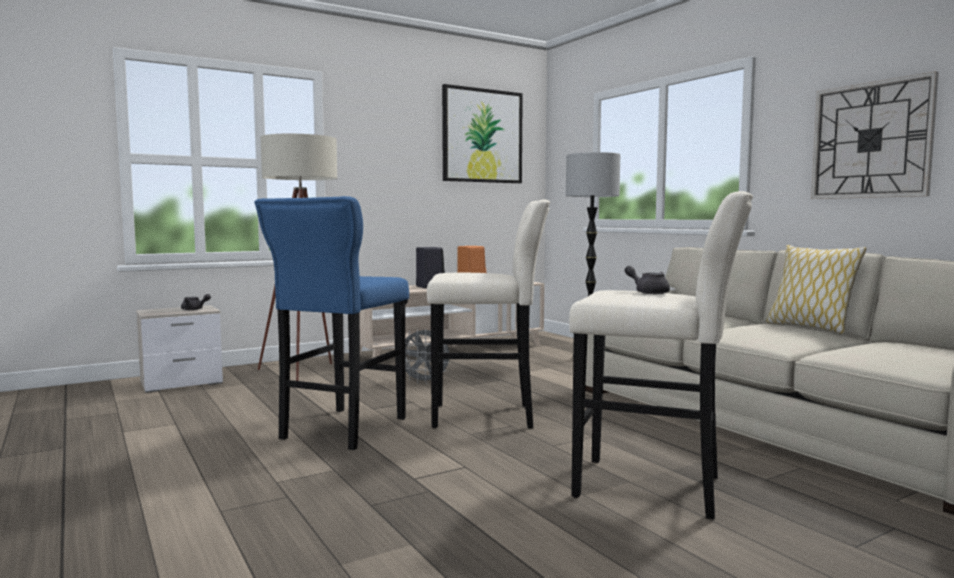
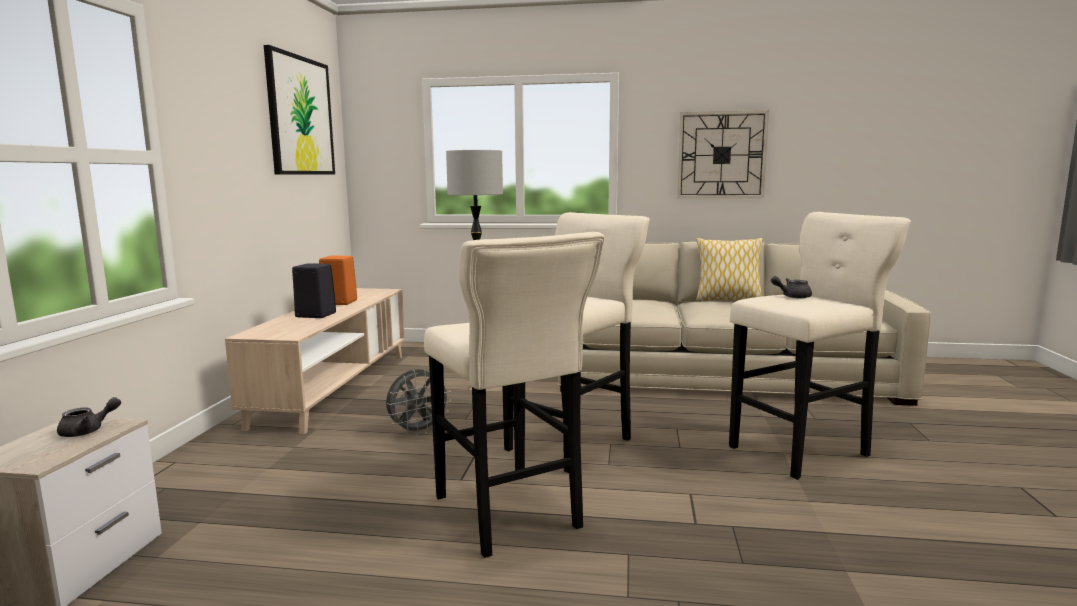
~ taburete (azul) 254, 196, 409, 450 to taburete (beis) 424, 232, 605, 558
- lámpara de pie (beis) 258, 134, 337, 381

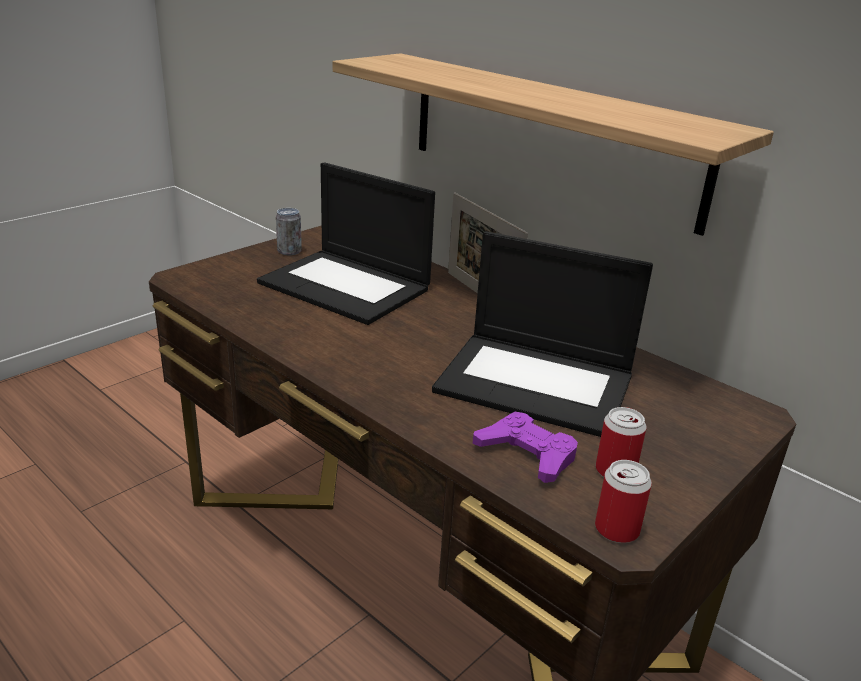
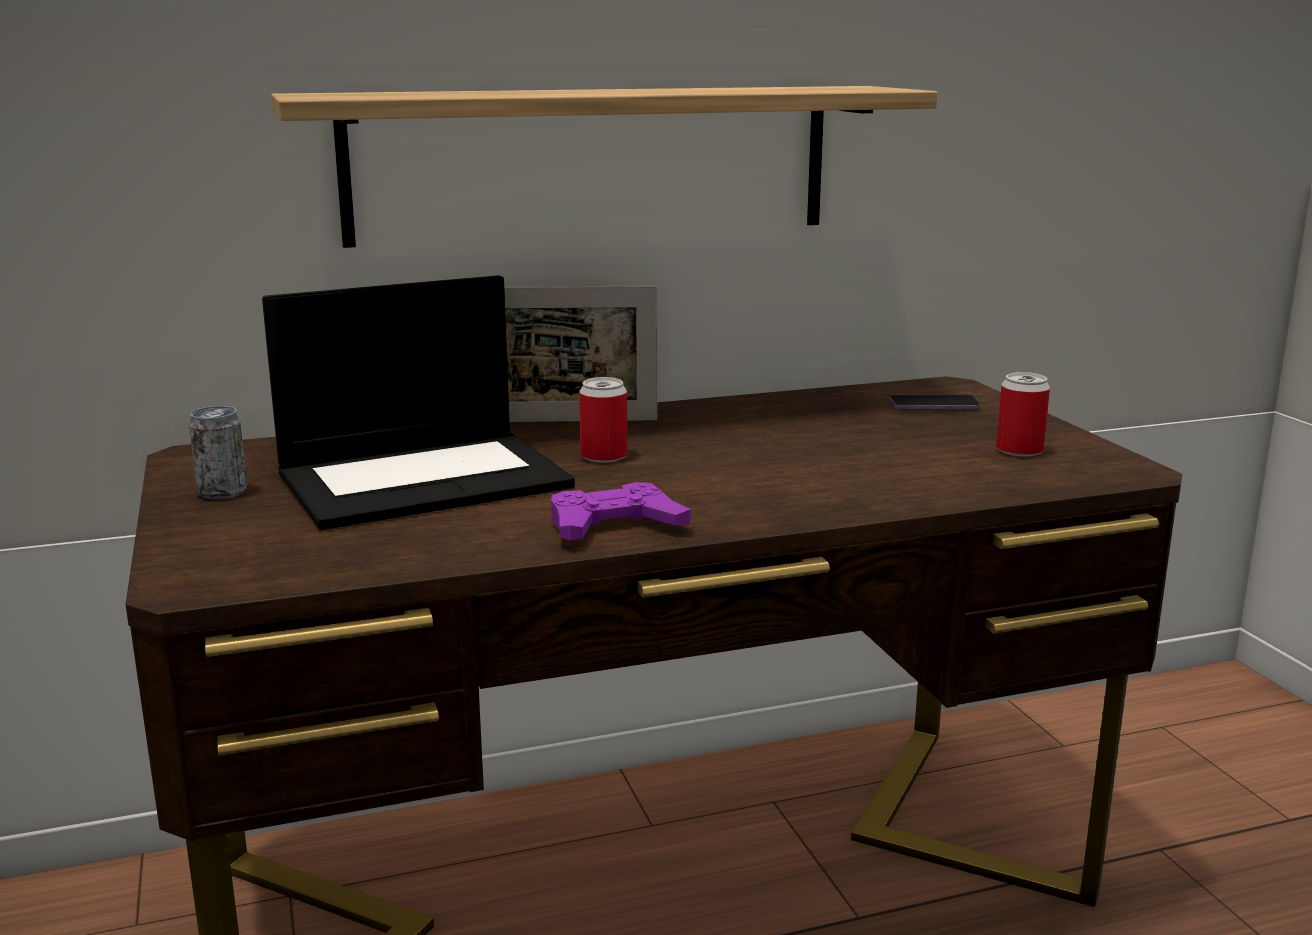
~ mando de consola (morado) 472, 412, 578, 483 to 551, 482, 691, 541
~ lata 595, 460, 652, 543 to 579, 377, 627, 463
+ móvil 889, 394, 981, 410
- portátil 432, 231, 653, 437

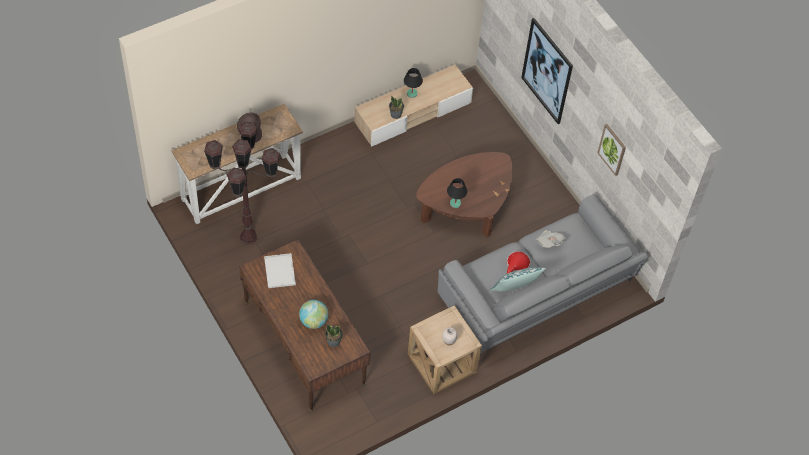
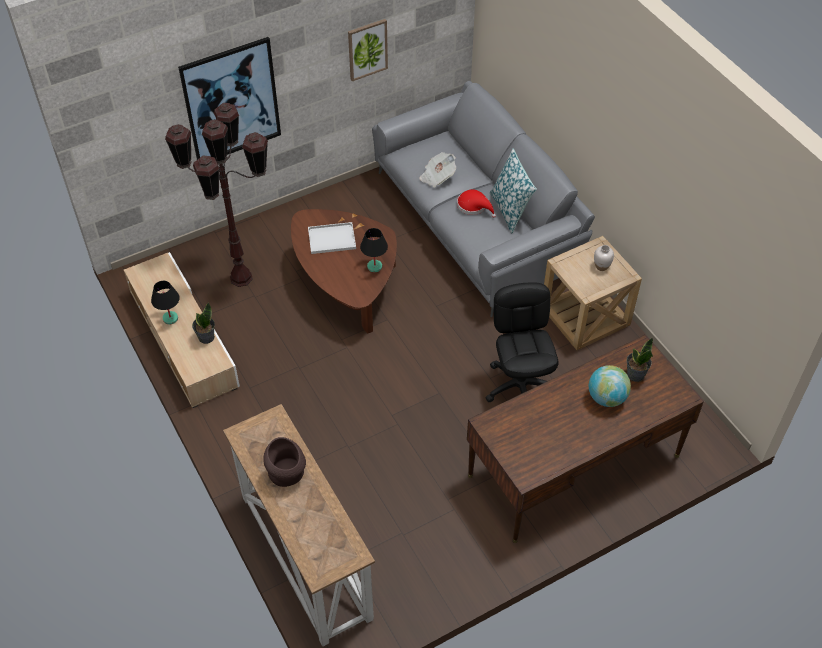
~ lámpara de pie (marrón) 204, 122, 280, 245 to 165, 103, 268, 287
~ bandeja (blanco) 264, 253, 296, 288 to 308, 222, 356, 254
+ silla de oficina (negro) 486, 282, 559, 402

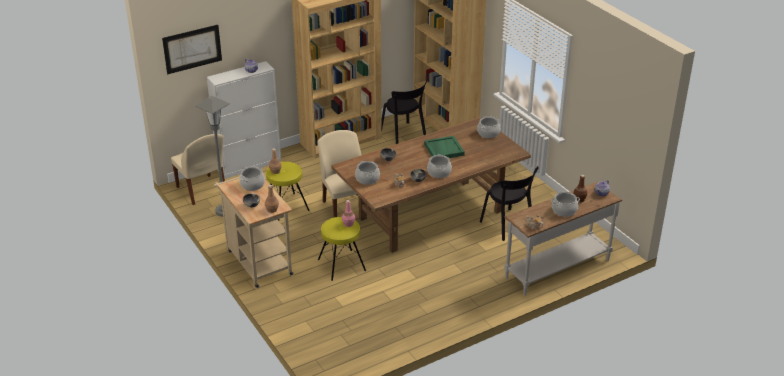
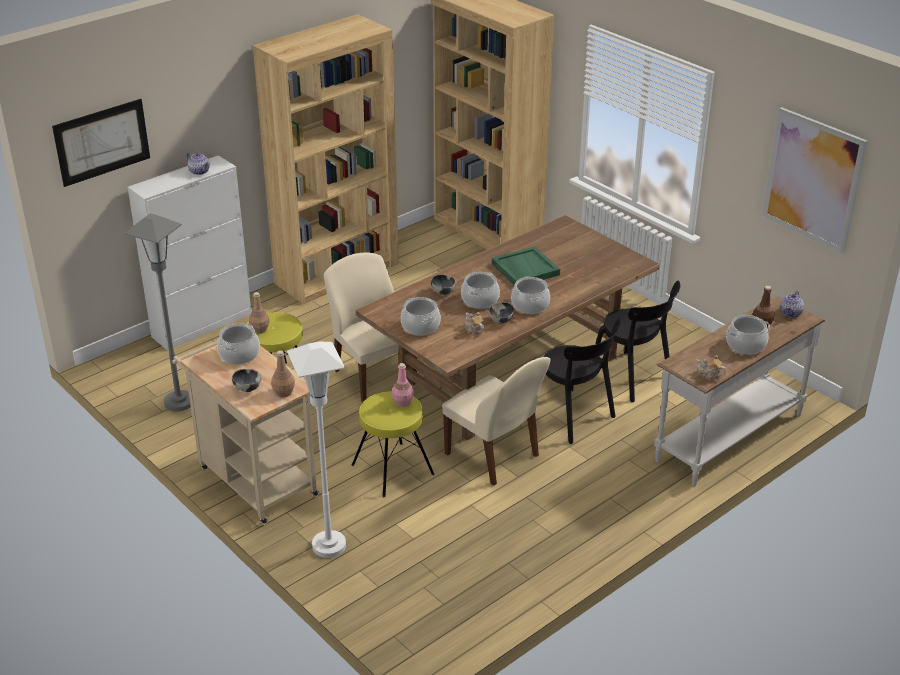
+ lámpara de pie (blanco) 287, 342, 346, 558
~ silla (beis) 171, 134, 225, 205 to 442, 357, 551, 486
~ olla 477, 116, 500, 138 to 461, 272, 500, 309
~ silla (negro) 382, 81, 427, 144 to 544, 318, 621, 444
+ cuadro 762, 107, 867, 253

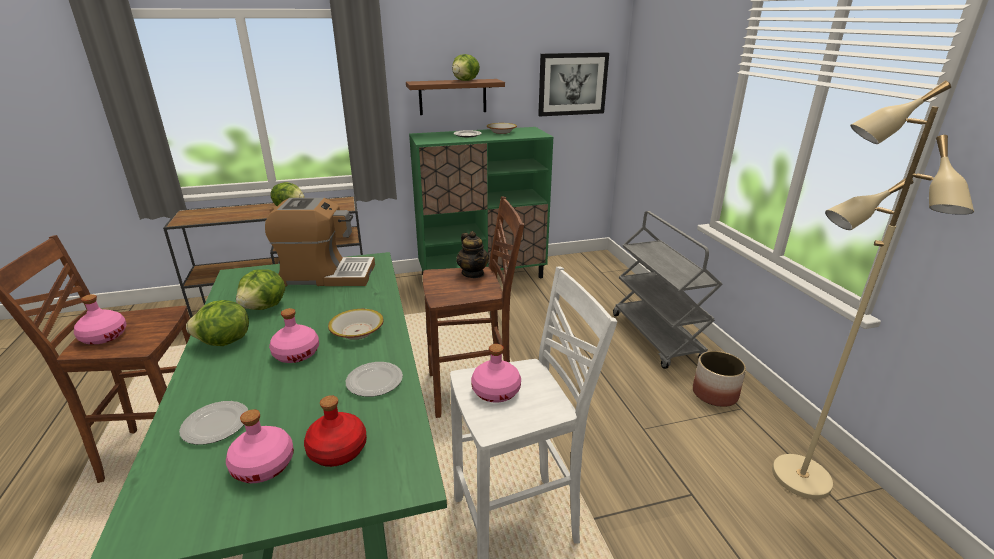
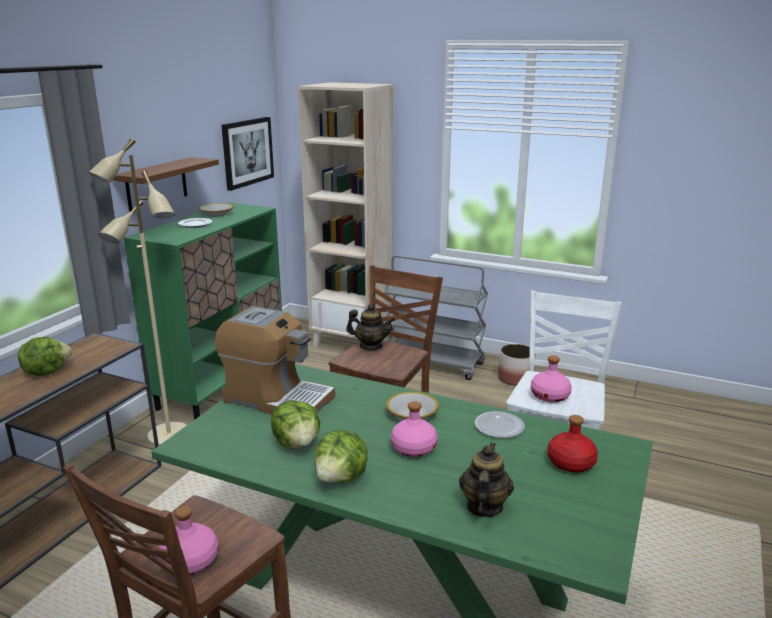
~ lámpara de pie (beis) 772, 80, 974, 499 to 89, 138, 187, 447
~ cafetera 265, 198, 375, 286 = 215, 306, 335, 415 75 degrees clockwise
+ estantería (beis) 298, 82, 393, 348
~ plato 179, 401, 248, 445 to tetera 459, 442, 514, 517
- botella (rosa) 226, 410, 294, 483
- lechuga 452, 54, 480, 81

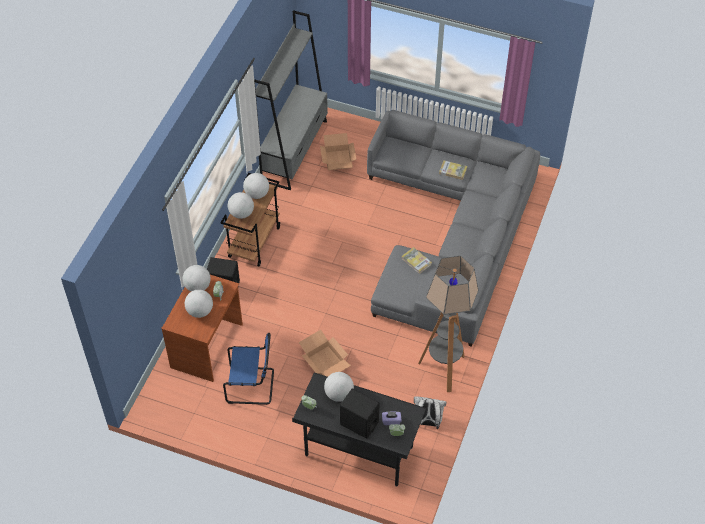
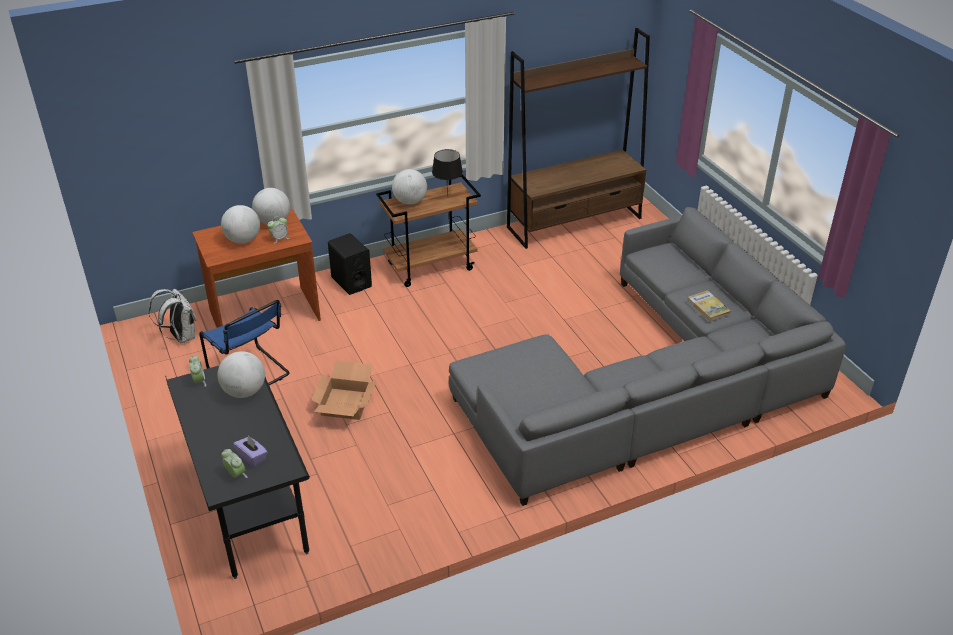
~ mochila (blanco) 414, 396, 447, 429 to 149, 289, 196, 343
~ globo terráqueo 243, 173, 269, 199 to lámpara de mesa (negro) 432, 149, 463, 189
~ estantería (gris) 254, 10, 328, 190 to estantería (marrón) 507, 28, 650, 249
- caja de cartón 320, 133, 356, 170
- altavoz (negro) 339, 389, 380, 439
- libro 401, 247, 432, 274
- lámpara de pie 418, 256, 479, 392

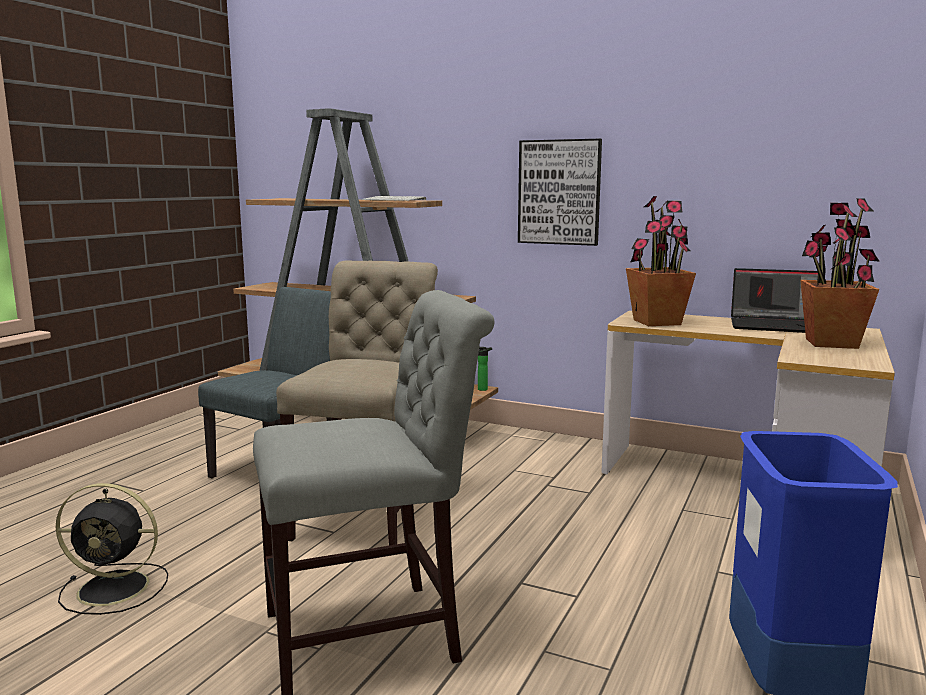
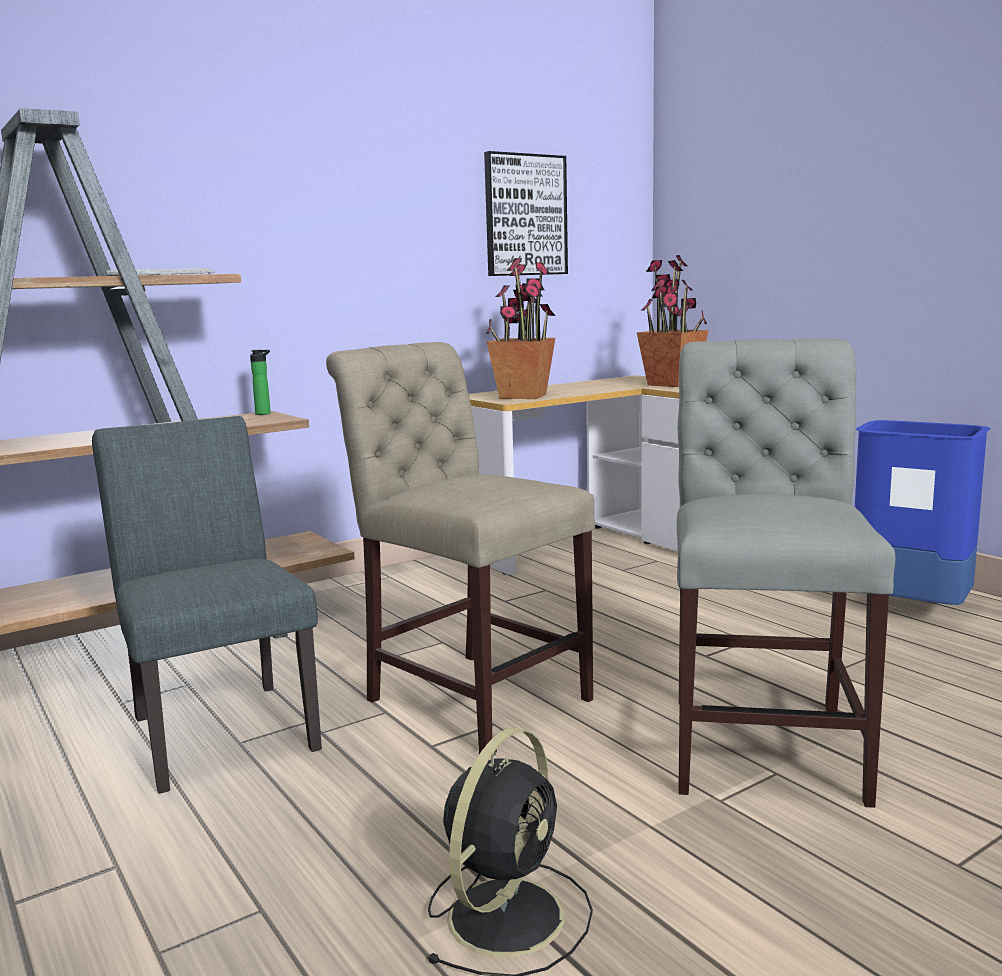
~ botella 478, 347, 492, 391 to 250, 350, 271, 415
~ cuadro 518, 139, 602, 246 to 484, 151, 568, 276
- portátil 731, 268, 818, 333

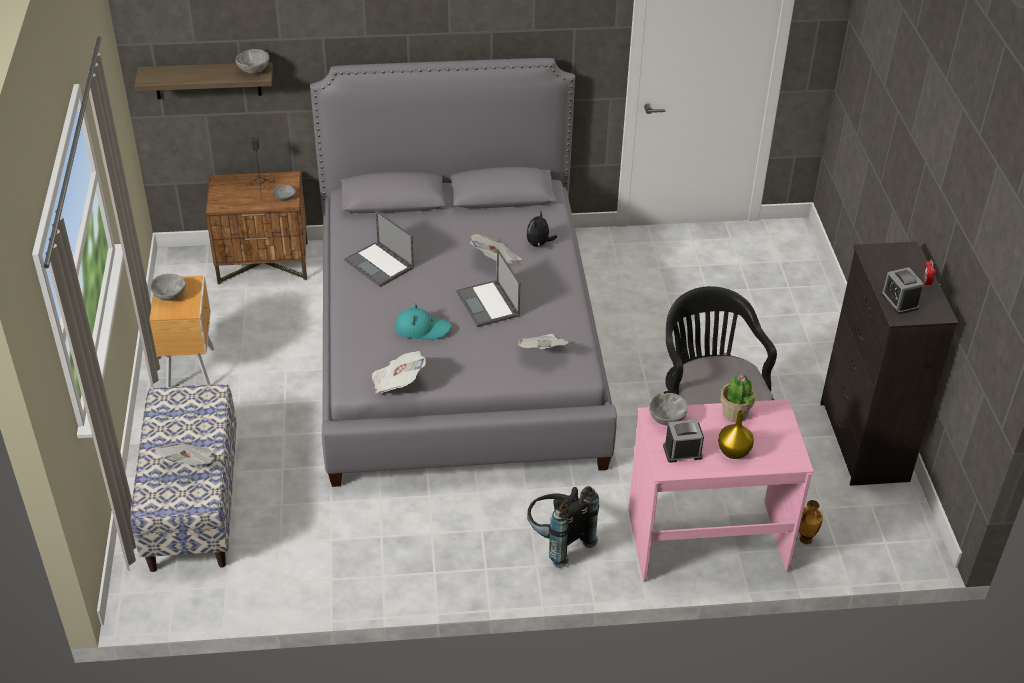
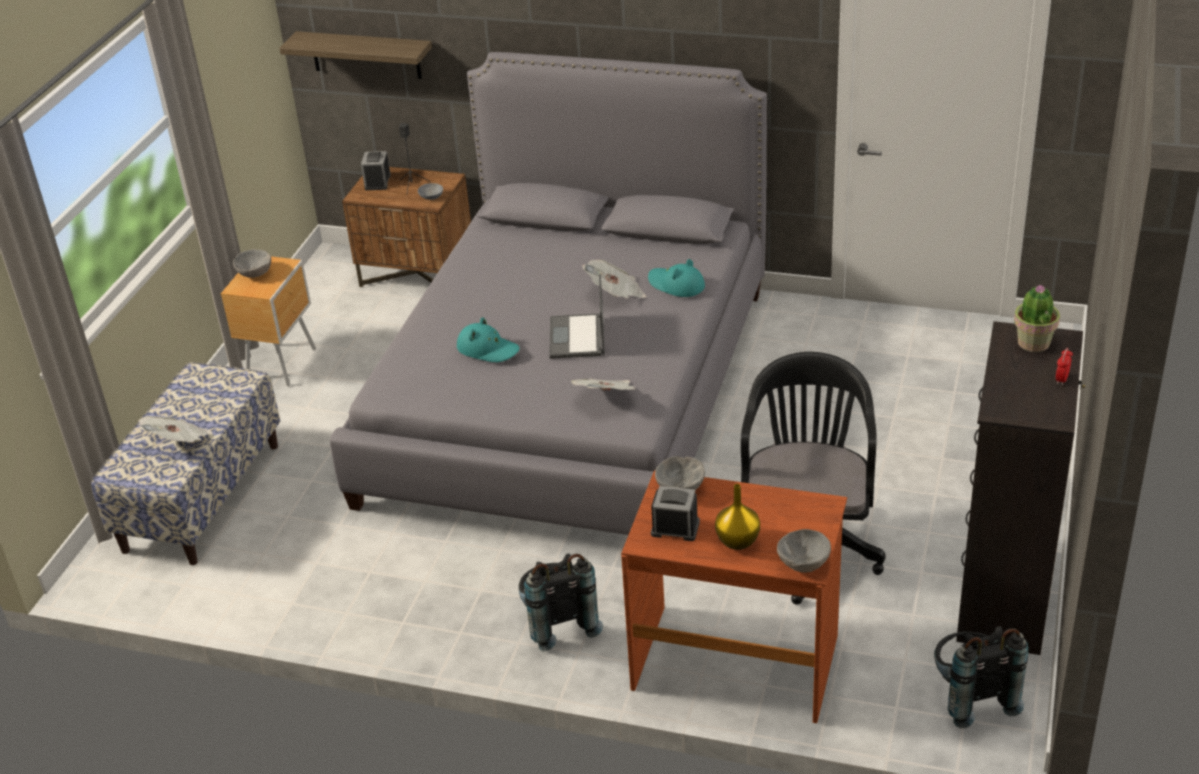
~ despertador 881, 267, 924, 314 to 361, 151, 391, 190
~ escritorio (rosa) 628, 399, 814, 582 to escritorio (marrón) 621, 470, 847, 723
~ peluche 526, 212, 557, 248 to sombrero (turquesa) 648, 259, 705, 297
~ cuenco (gris) 235, 49, 270, 74 to 777, 529, 831, 573
+ mochila (negro) 934, 626, 1028, 728
~ planta en maceta 720, 374, 755, 422 to 1014, 284, 1060, 352
- portátil 344, 210, 414, 287
- periódico 372, 351, 426, 393
- florero 799, 500, 823, 545

